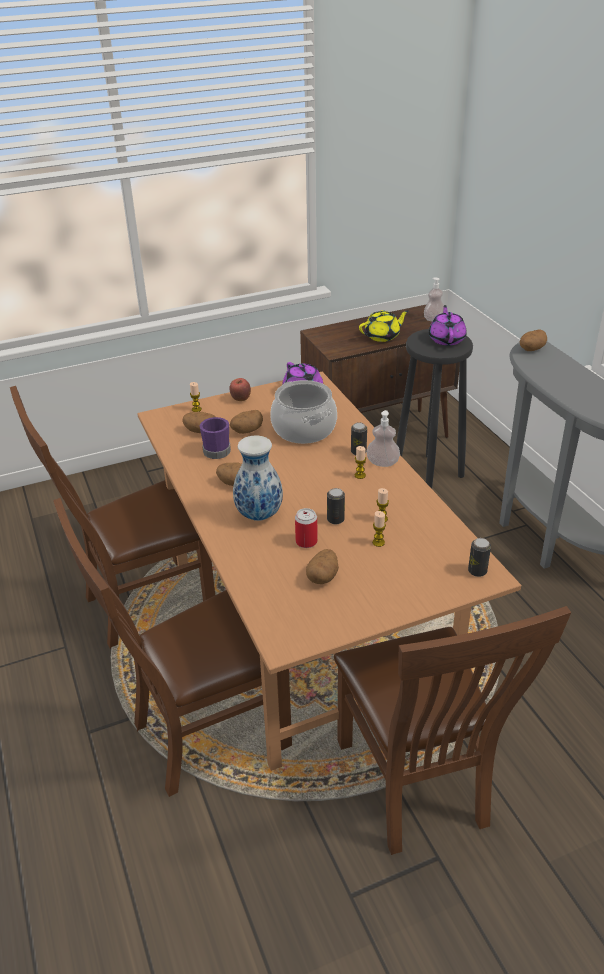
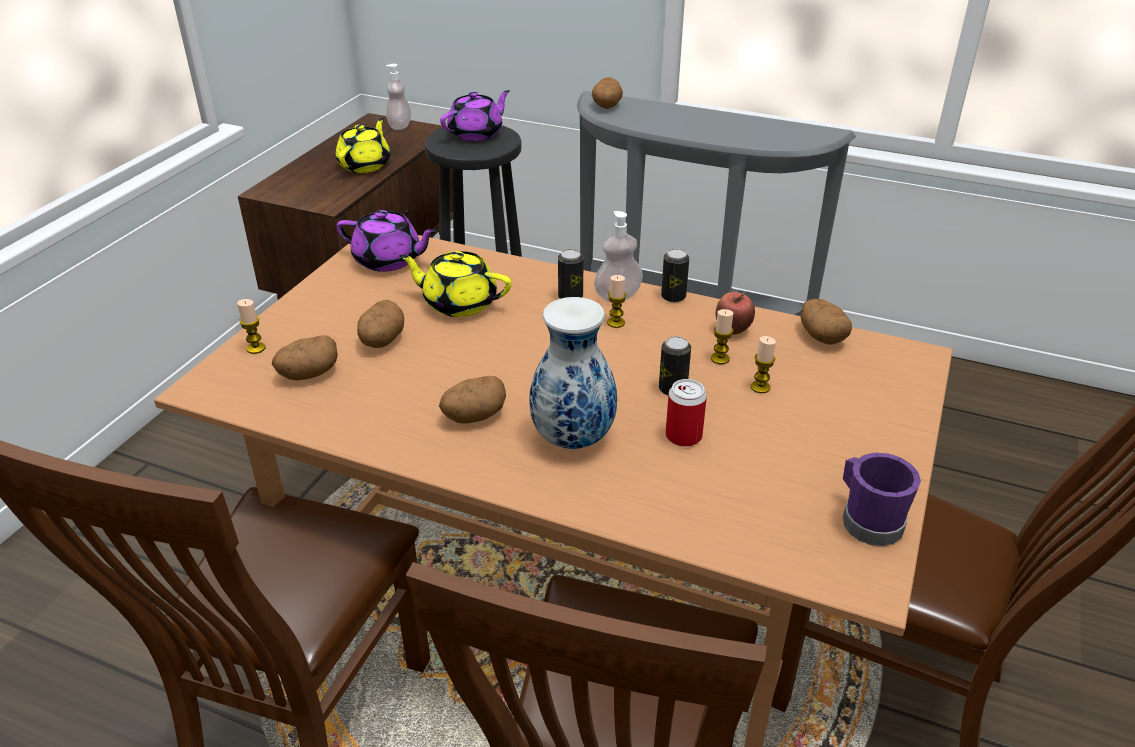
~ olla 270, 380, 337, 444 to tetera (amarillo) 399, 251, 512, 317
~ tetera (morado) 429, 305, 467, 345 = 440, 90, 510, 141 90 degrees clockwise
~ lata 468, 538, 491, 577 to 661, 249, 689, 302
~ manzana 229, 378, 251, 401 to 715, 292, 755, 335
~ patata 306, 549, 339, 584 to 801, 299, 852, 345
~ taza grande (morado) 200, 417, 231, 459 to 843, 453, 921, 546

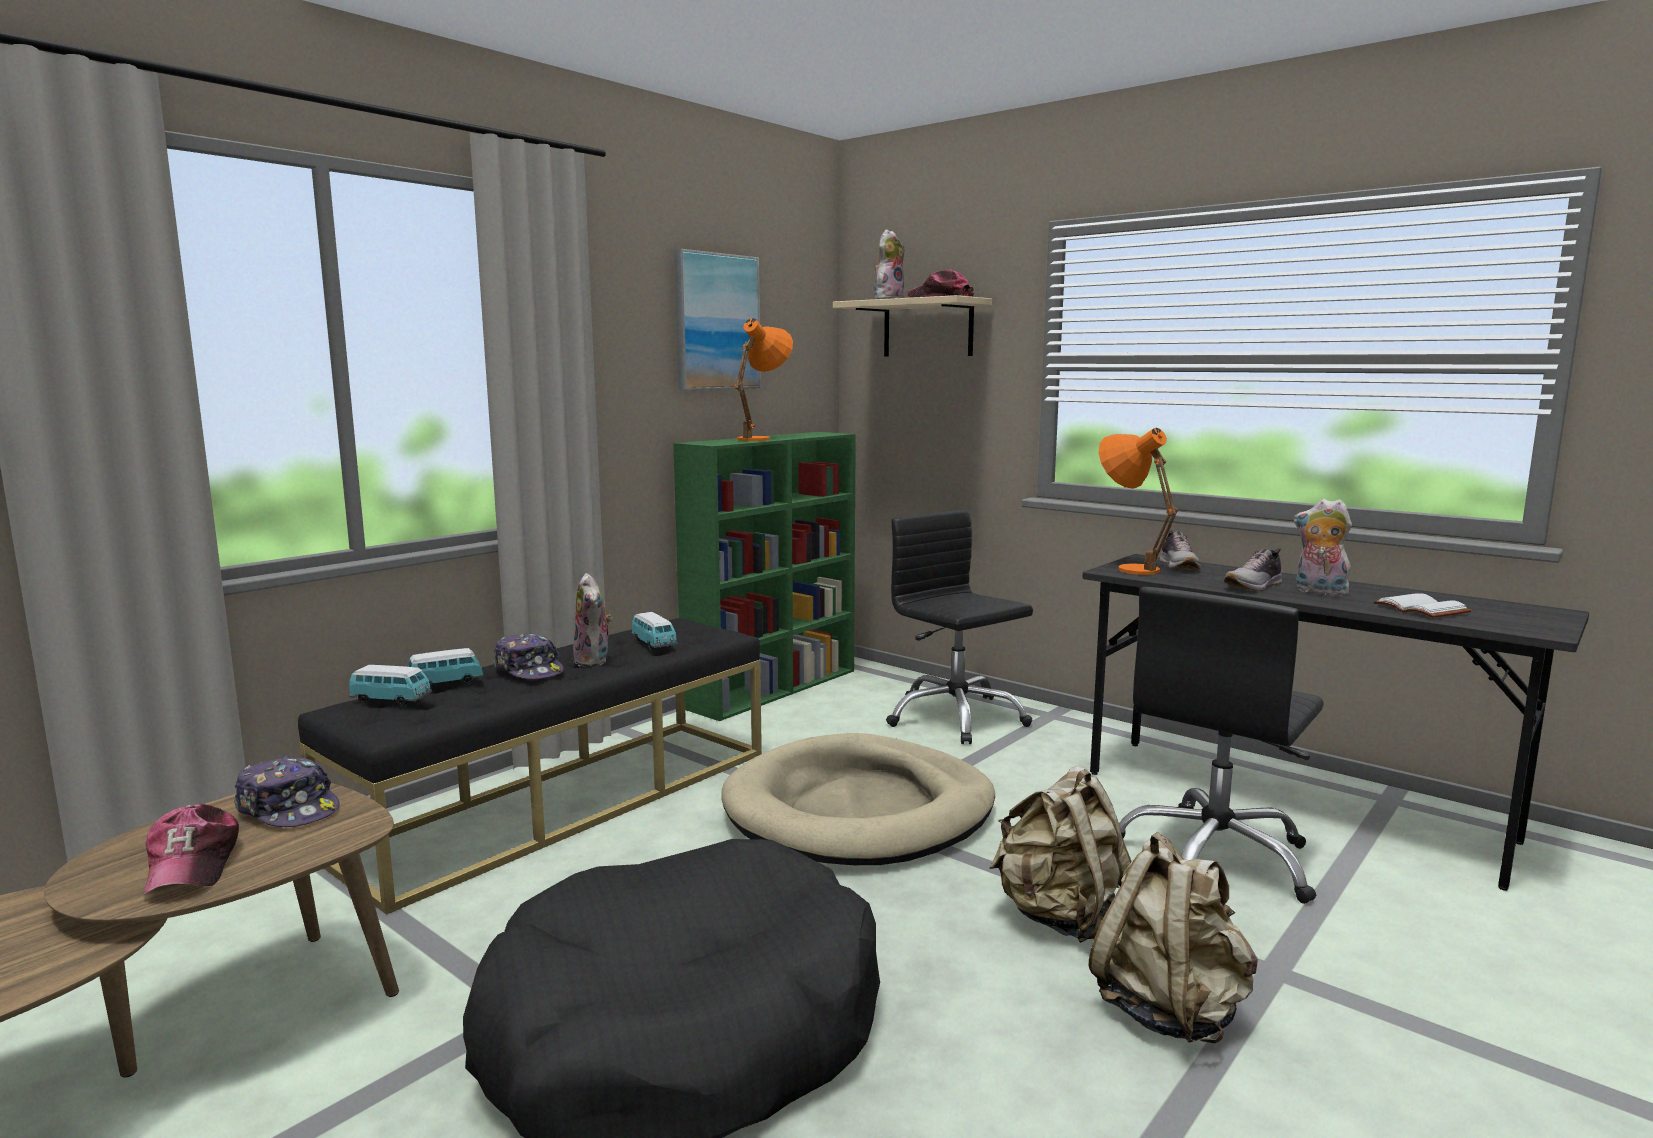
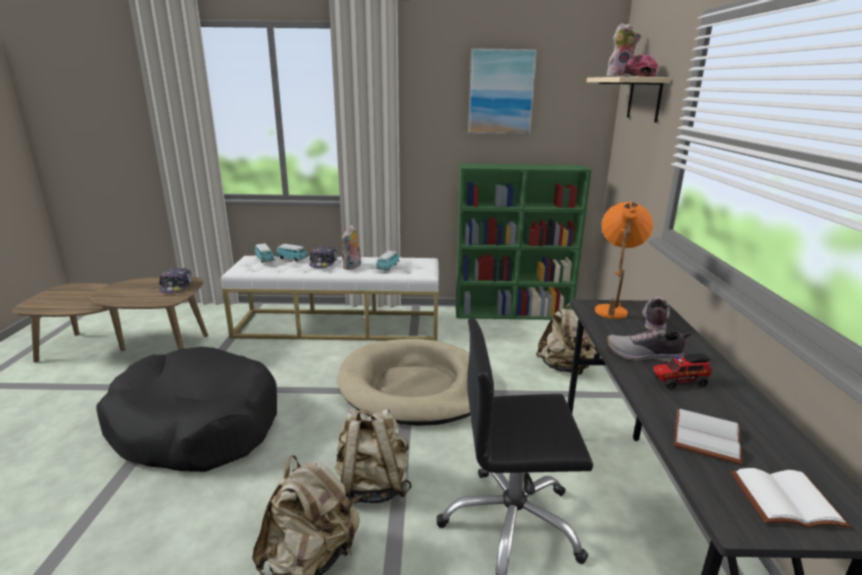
~ banco (negro) 298, 618, 762, 915 to banco (blanco) 221, 256, 439, 341
~ silla de oficina (negro) 886, 510, 1033, 744 to mochila (beis) 536, 303, 598, 375
~ zapato 1160, 530, 1201, 570 = 642, 296, 670, 330 150 degrees clockwise
~ peluche 1294, 499, 1352, 596 to camión de juguete 653, 353, 712, 390
+ libro (blanco) 731, 468, 851, 528
- gorra 143, 804, 239, 895
- lámpara de mesa (naranja) 734, 318, 793, 441

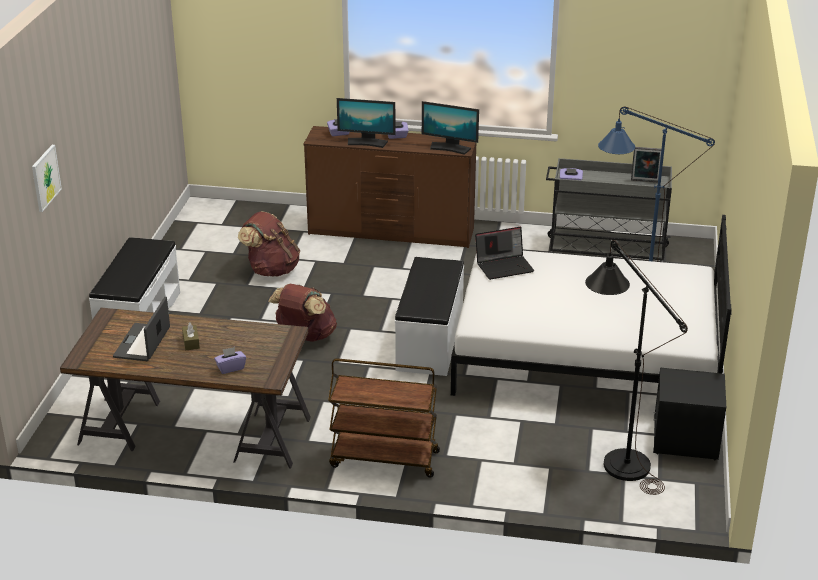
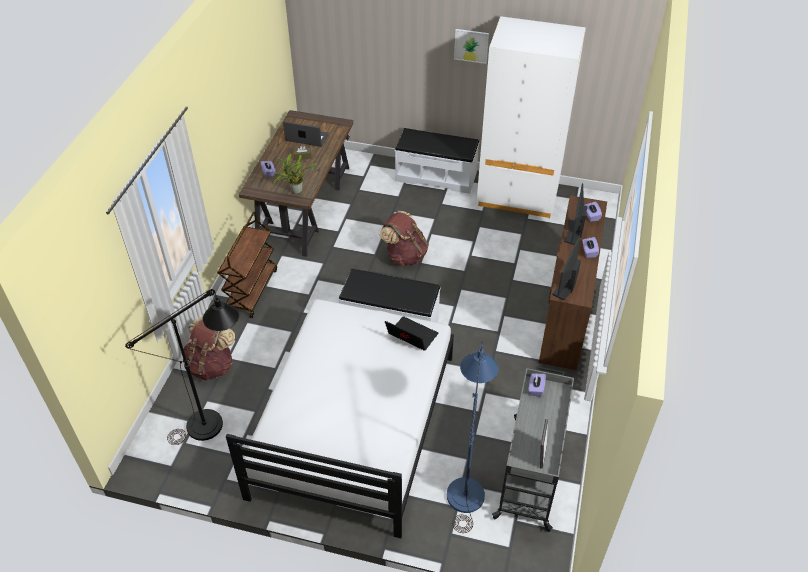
~ mochila (marrón) 238, 211, 300, 276 to 183, 317, 235, 380
+ planta en maceta 273, 153, 317, 194
~ portátil 475, 227, 534, 280 = 385, 316, 438, 351 135 degrees clockwise
~ cuadro 32, 145, 62, 212 to 454, 29, 489, 64
+ armario ropero (blanco) 477, 16, 586, 218
- mesita de noche (negro) 653, 368, 726, 460

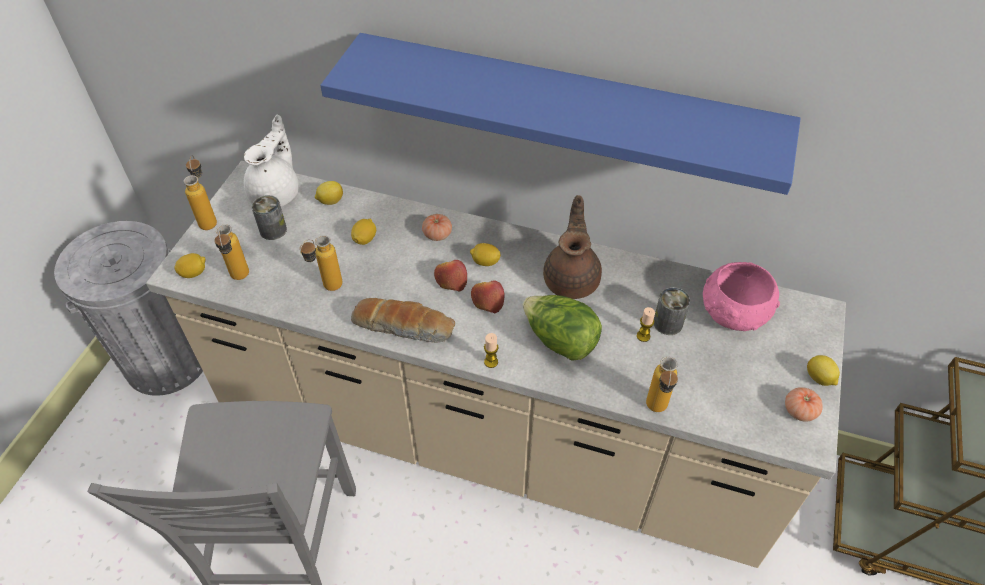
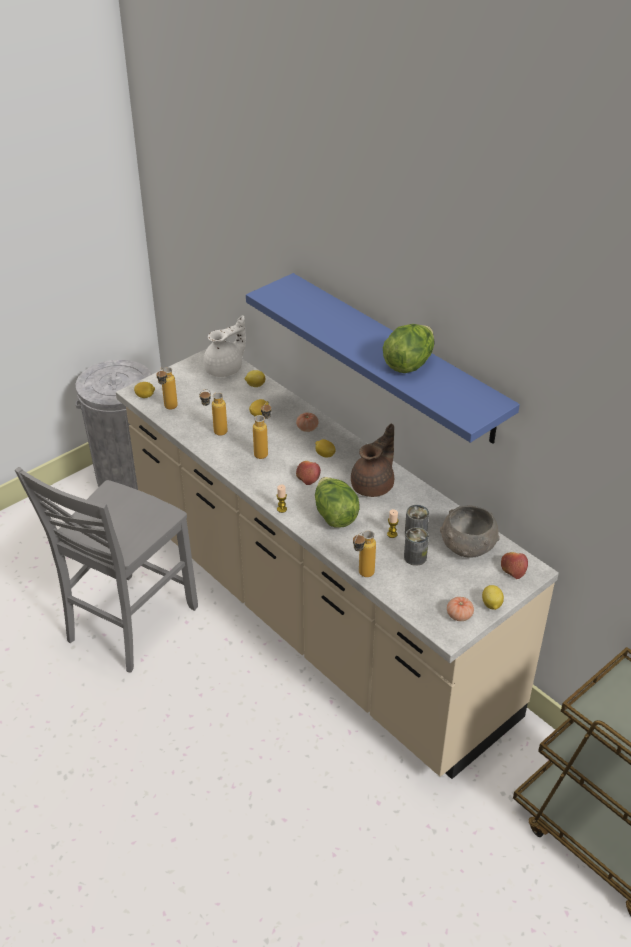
~ botella 183, 155, 217, 230 to 253, 402, 271, 459
+ lechuga 383, 324, 434, 373
~ lata 252, 195, 287, 240 to 404, 527, 429, 566
~ cuenco (rosa) 703, 262, 780, 331 to cuenco (gris) 440, 505, 500, 558
~ manzana 434, 260, 467, 292 to 501, 552, 528, 579
- pan 351, 298, 455, 343

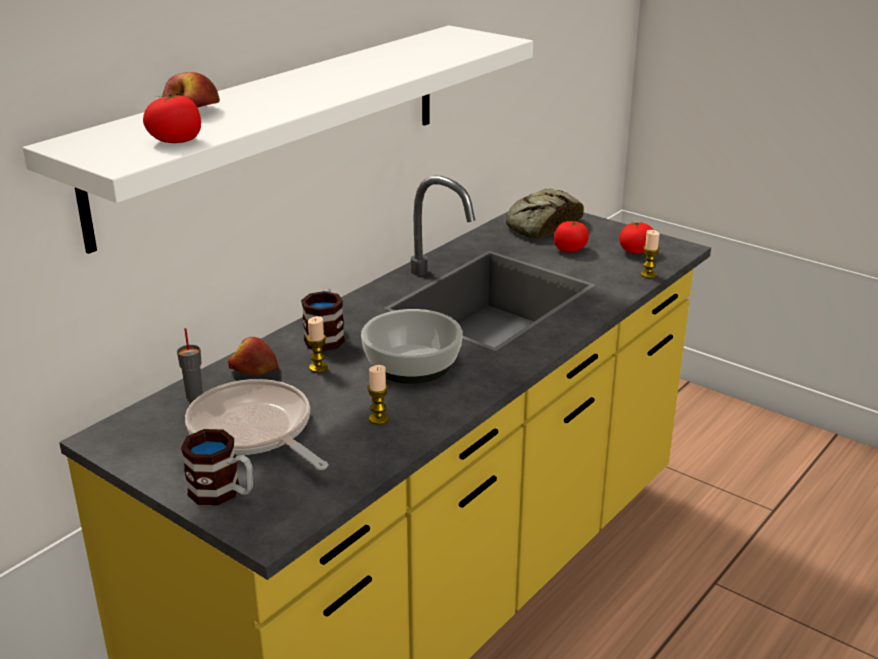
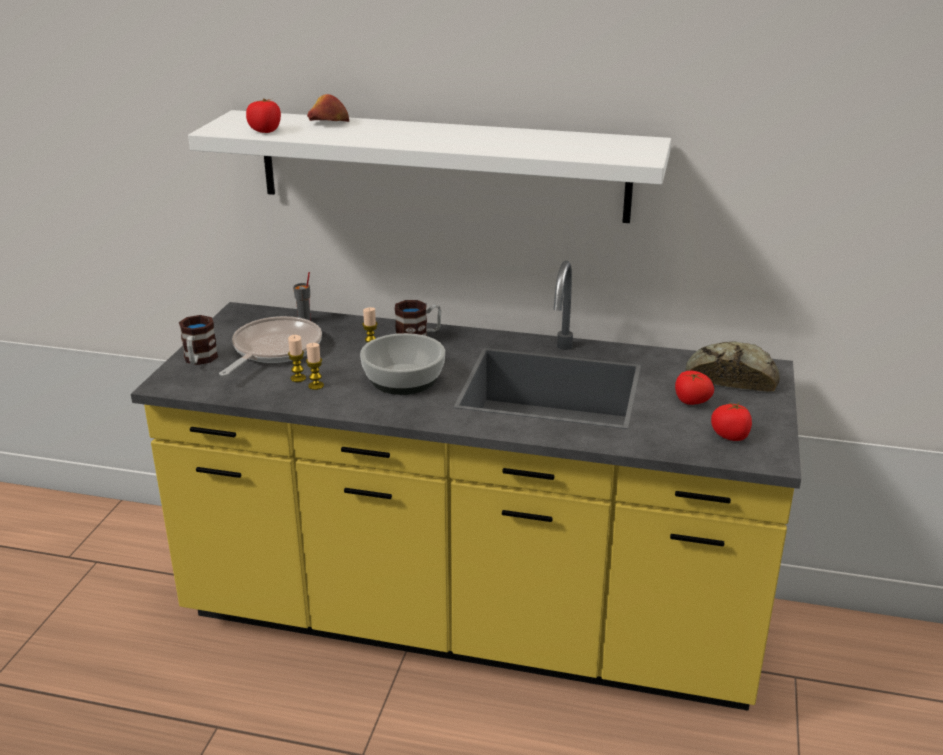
~ vela 641, 230, 660, 278 to 288, 335, 306, 382
- manzana 228, 337, 279, 375

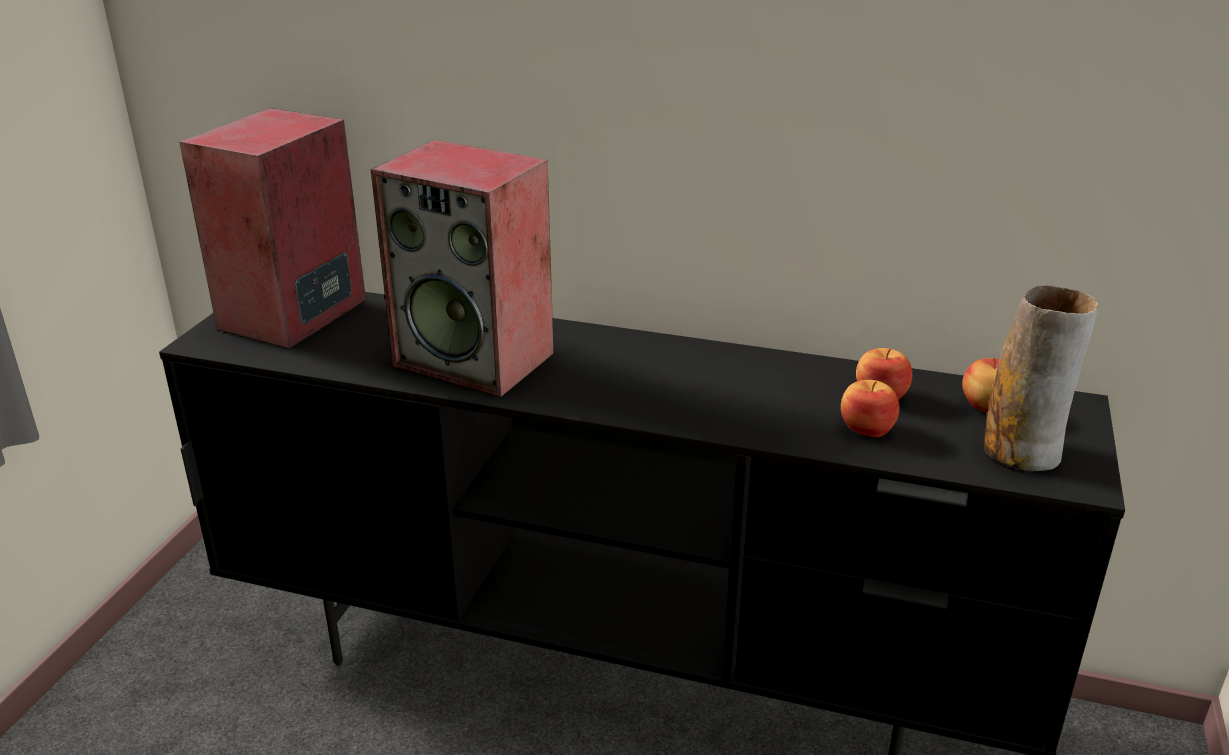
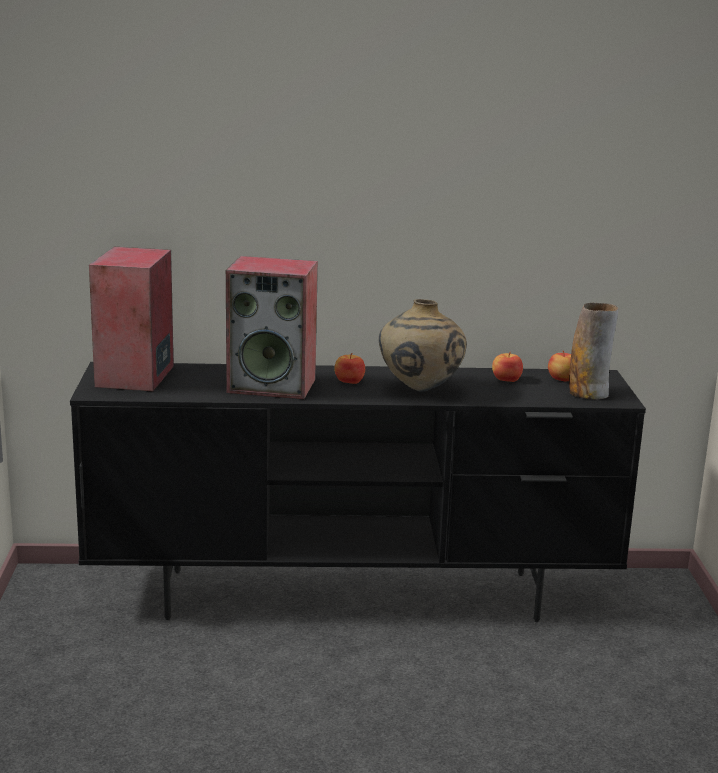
~ manzana 841, 380, 900, 437 to 334, 353, 365, 384
+ florero (beis) 379, 299, 467, 392

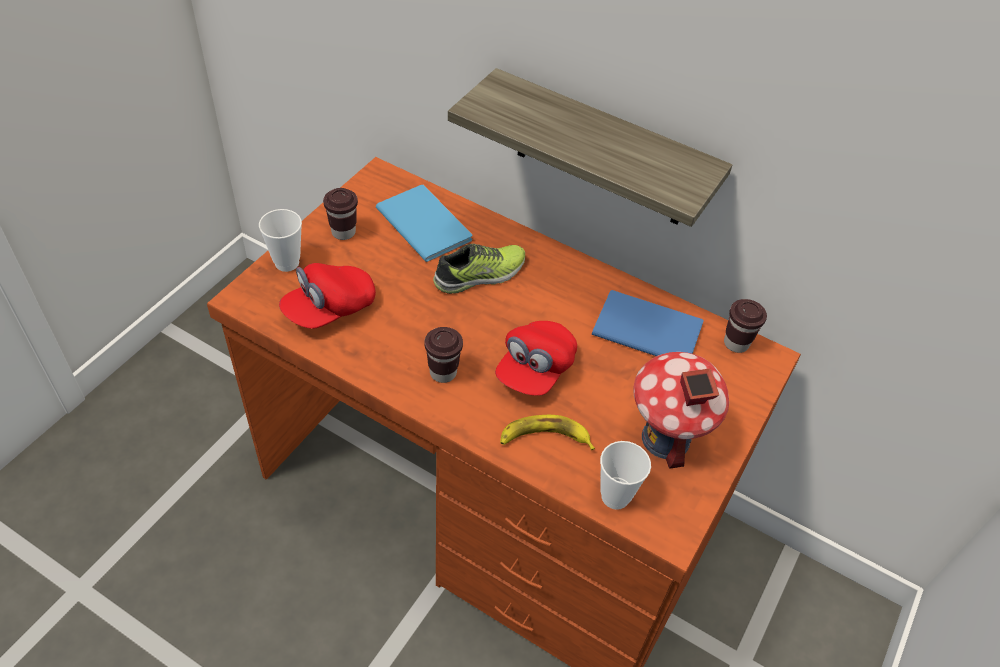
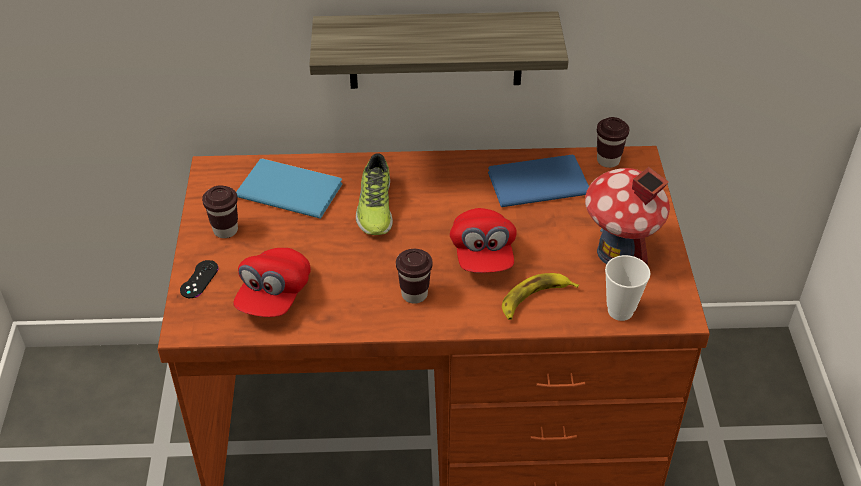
~ taza 259, 209, 302, 272 to mando de consola (negro) 180, 260, 219, 298
~ zapato 433, 244, 525, 294 = 356, 153, 393, 235 150 degrees clockwise

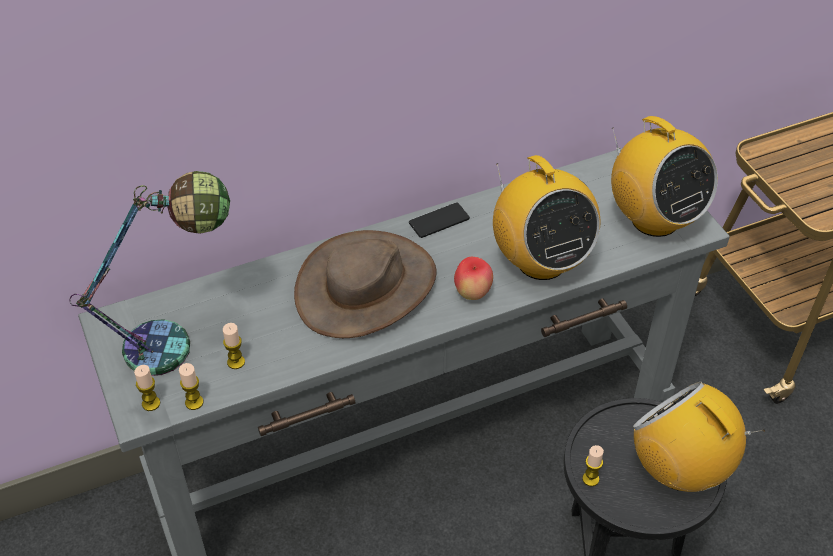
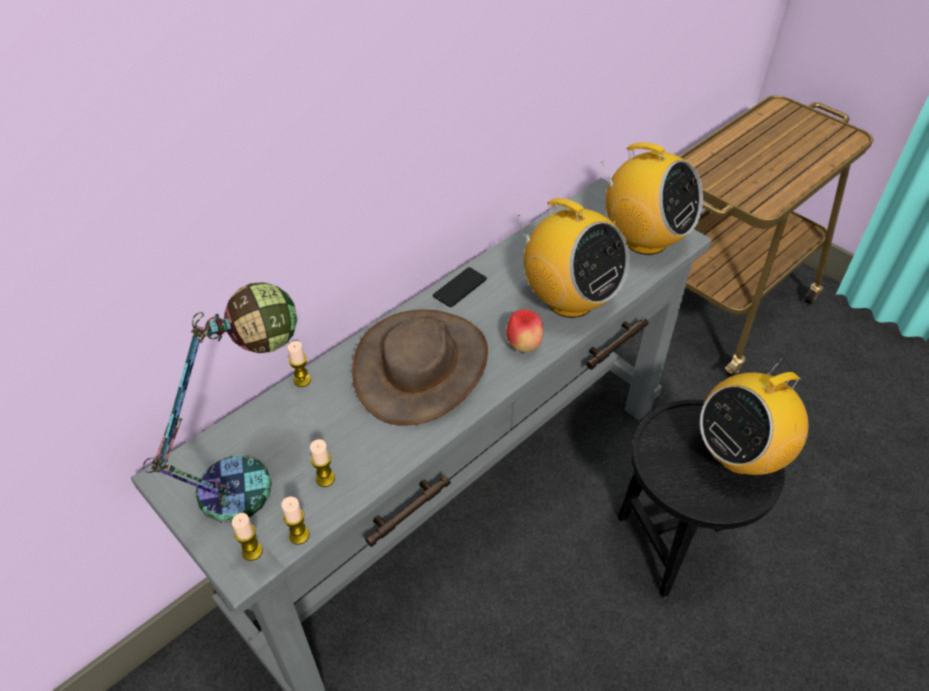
~ vela 582, 445, 604, 487 to 288, 341, 311, 387
~ radio 633, 382, 765, 492 = 700, 357, 808, 475 60 degrees counterclockwise

